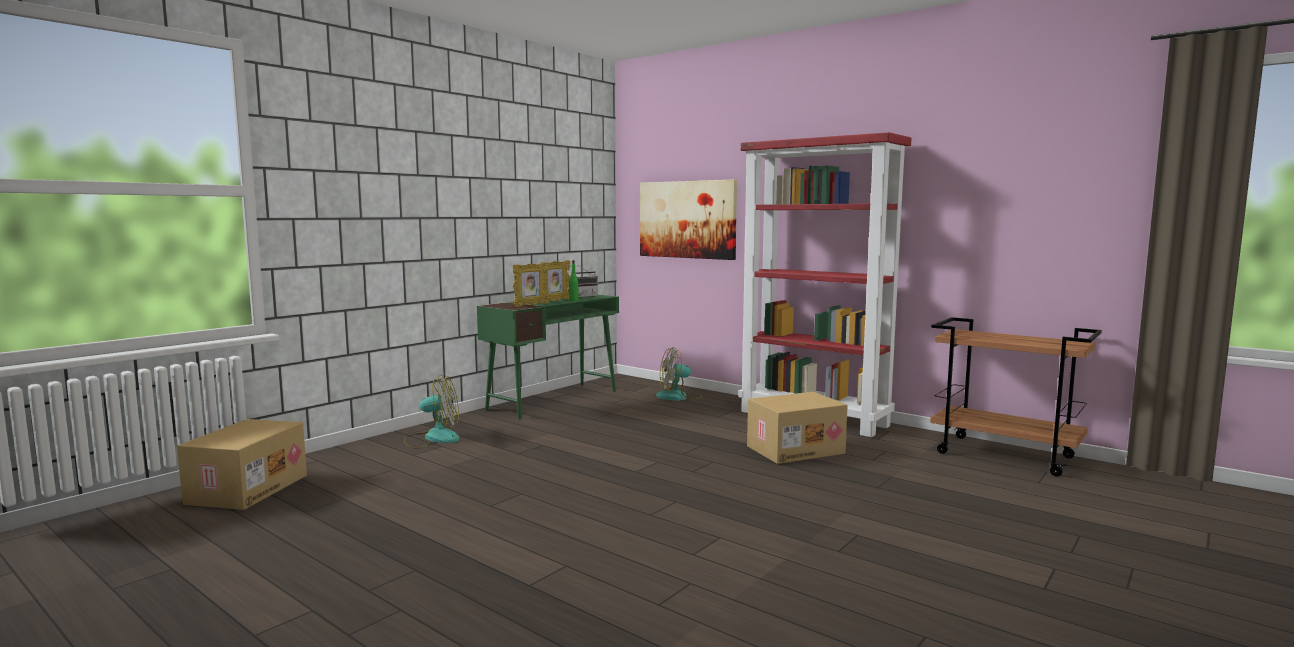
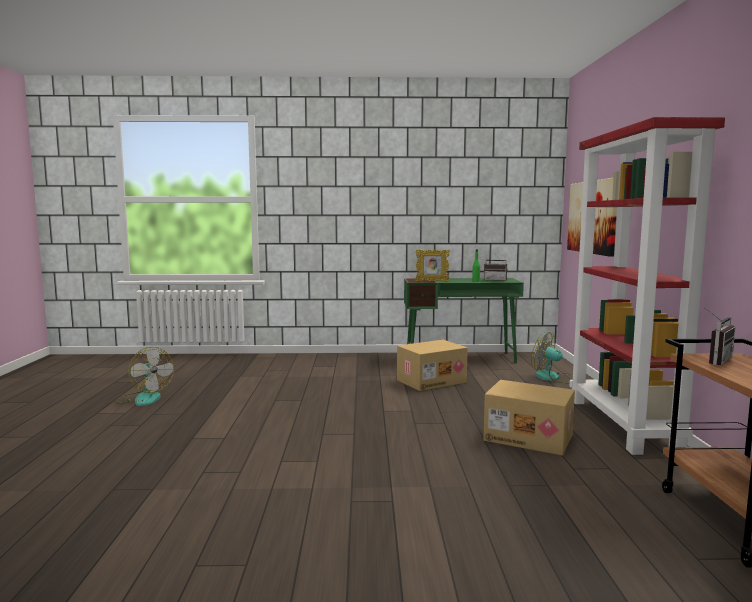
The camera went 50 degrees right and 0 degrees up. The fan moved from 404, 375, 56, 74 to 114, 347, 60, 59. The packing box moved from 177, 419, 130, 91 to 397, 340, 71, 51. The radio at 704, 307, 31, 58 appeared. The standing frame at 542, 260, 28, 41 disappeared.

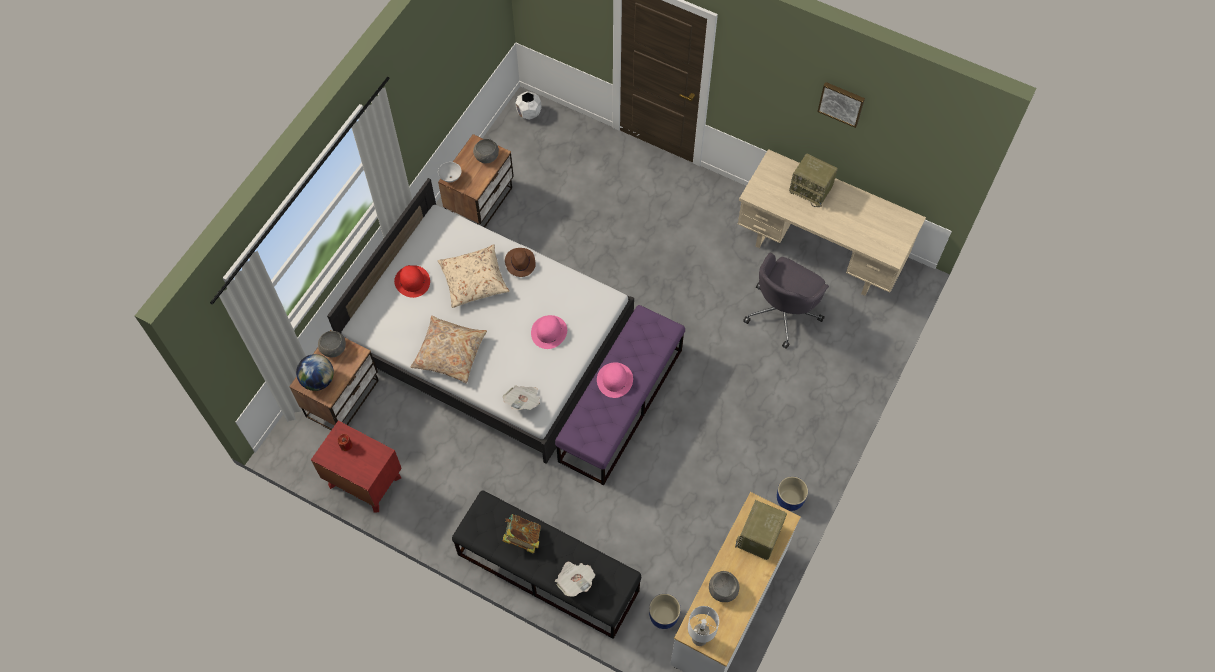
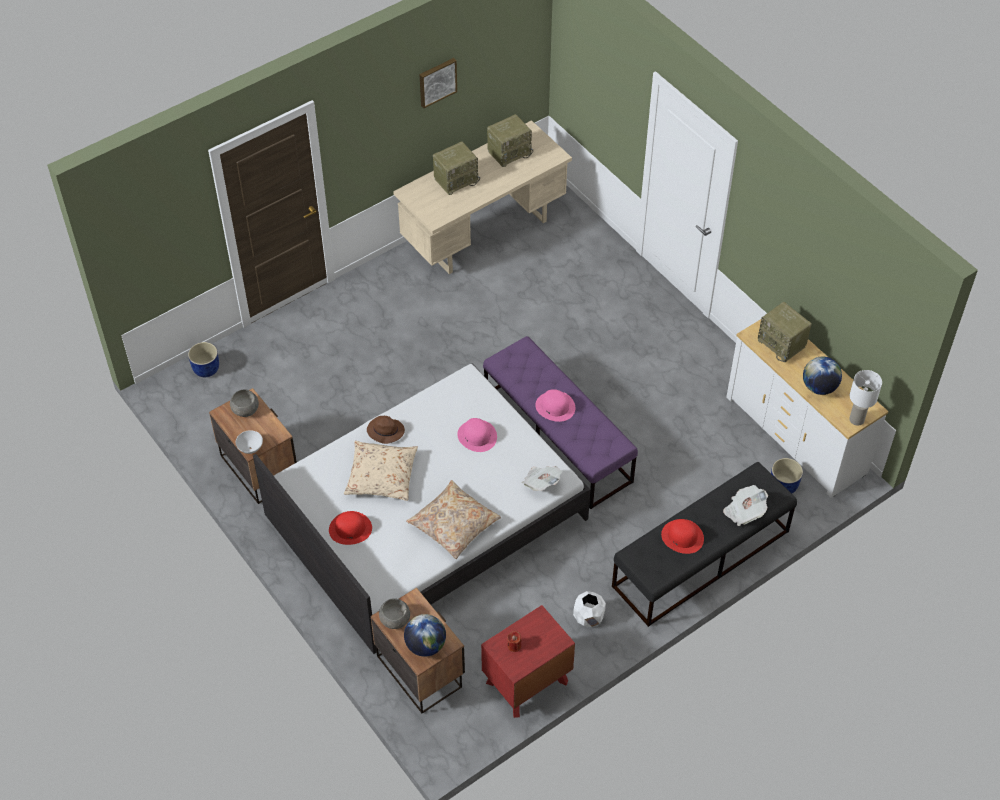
The camera went 65 degrees left and 10 degrees down. The planter (blue) moved from 777, 476, 31, 35 to 188, 342, 31, 35. The radio at 487, 114, 46, 53 appeared. The planter (whitish) moved from 516, 91, 26, 29 to 573, 591, 33, 36. The book at 503, 514, 38, 40 was replaced by the hat (reddish) at 661, 519, 43, 35. The deep dish (greyish) at 709, 571, 30, 31 was replaced by the desk globe at 803, 356, 39, 39. The office chair (greyish) at 743, 253, 86, 96 disappeared.

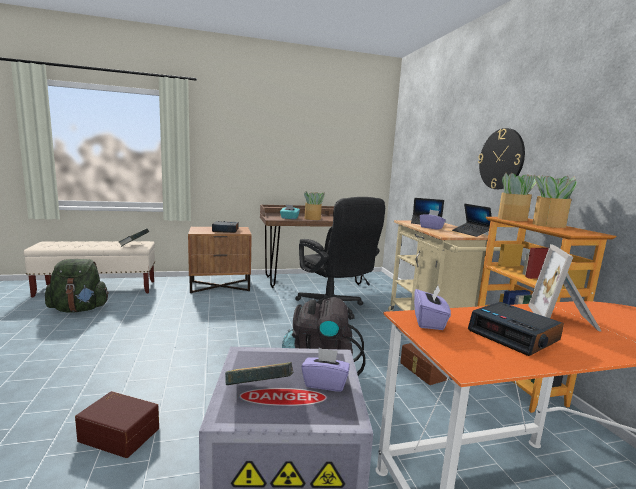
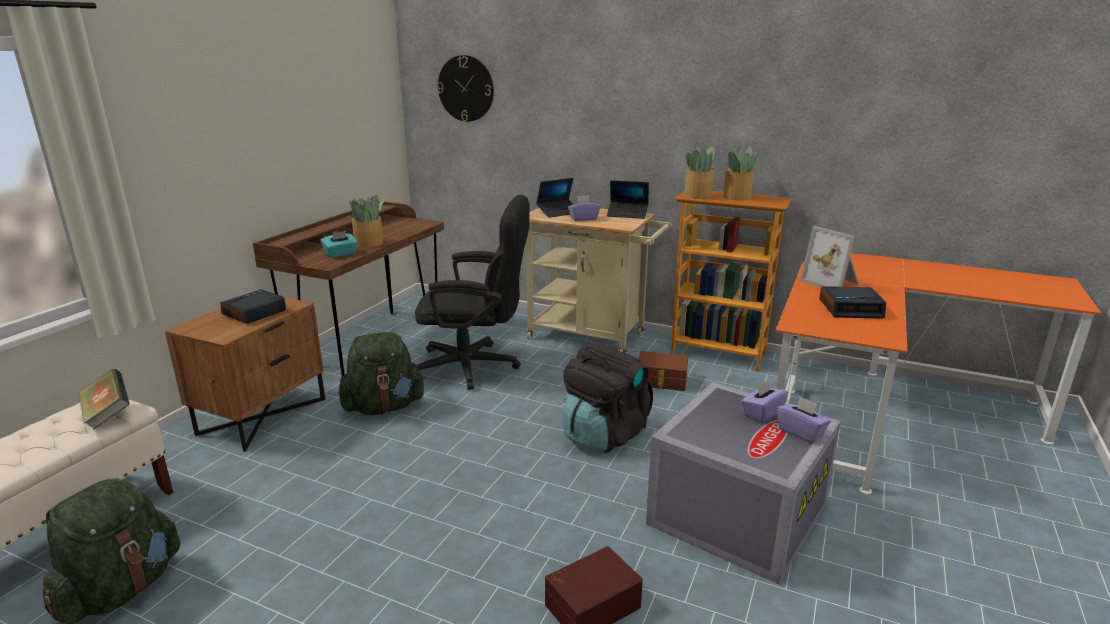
The camera went 50 degrees left and 10 degrees up. The backpack (green) at 338, 332, 87, 83 appeared. The wall clock moved from 478, 128, 47, 61 to 437, 55, 57, 67. The box of tissues (purplish) moved from 414, 285, 37, 45 to 776, 396, 55, 47. The book at 225, 362, 68, 23 disappeared.

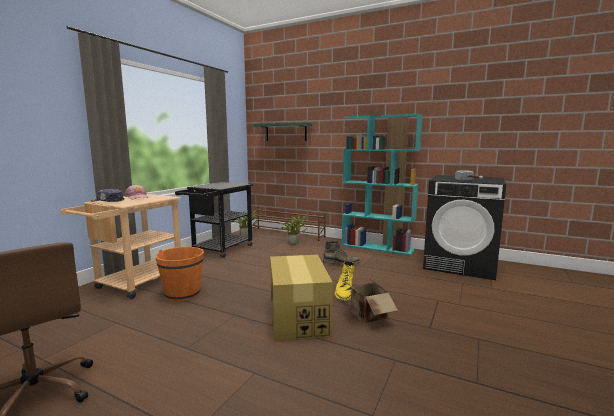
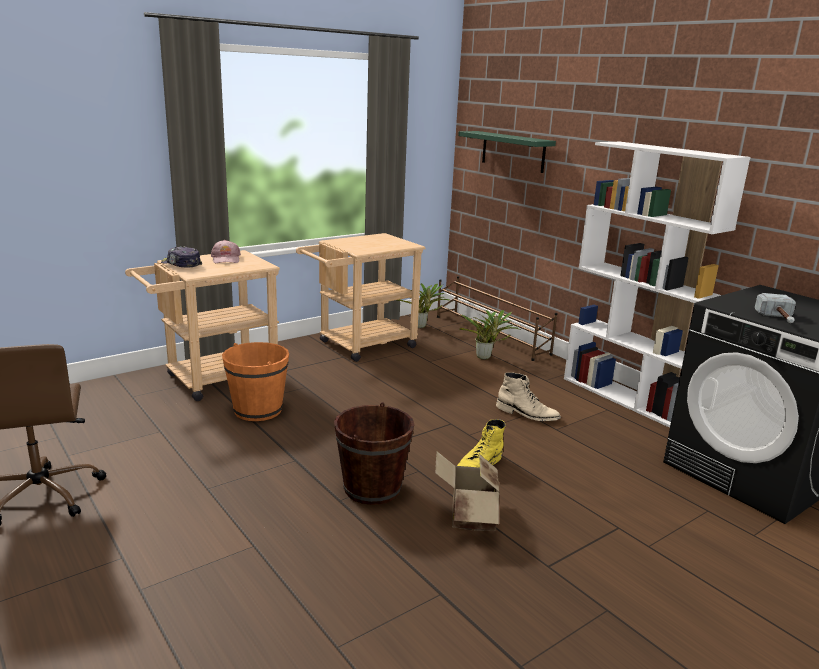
The camera went 25 degrees right and 10 degrees up. The wheeled cart (black-coloured) at 175, 182, 78, 76 became the wheeled cart (beige) at 296, 233, 130, 129. The packing box at 270, 255, 63, 86 was replaced by the bucket (brown-coloured) at 334, 402, 80, 103. The boot (green) at 323, 241, 37, 23 became the boot (beige) at 496, 372, 65, 49. The bookshelf (blue-green) at 342, 114, 81, 141 became the bookshelf (whitish) at 564, 142, 187, 286.

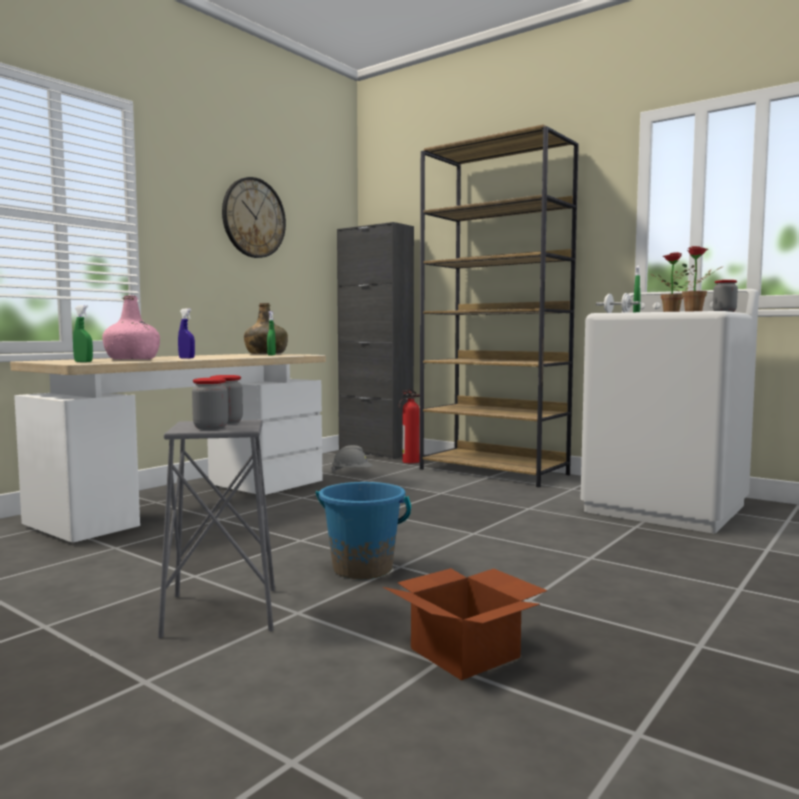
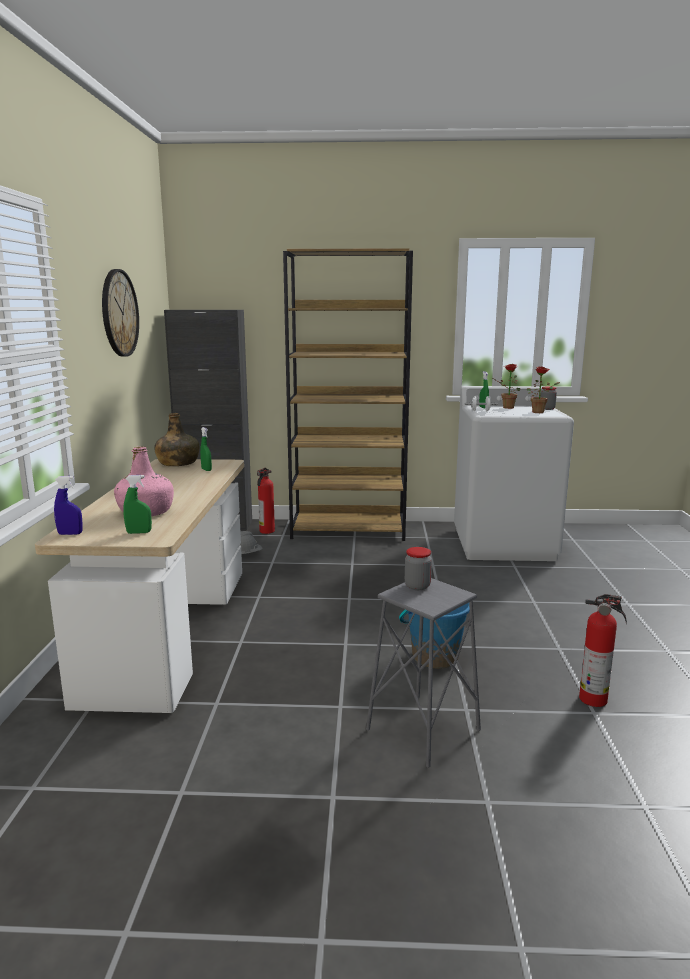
The camera went 35 degrees left and 10 degrees up. The spray bottle (blue) moved from 178, 308, 17, 51 to 54, 476, 29, 59. The packing box at 383, 568, 165, 112 was replaced by the fire extinguisher at 579, 594, 48, 113. The preserve jar at 192, 378, 36, 52 disappeared.

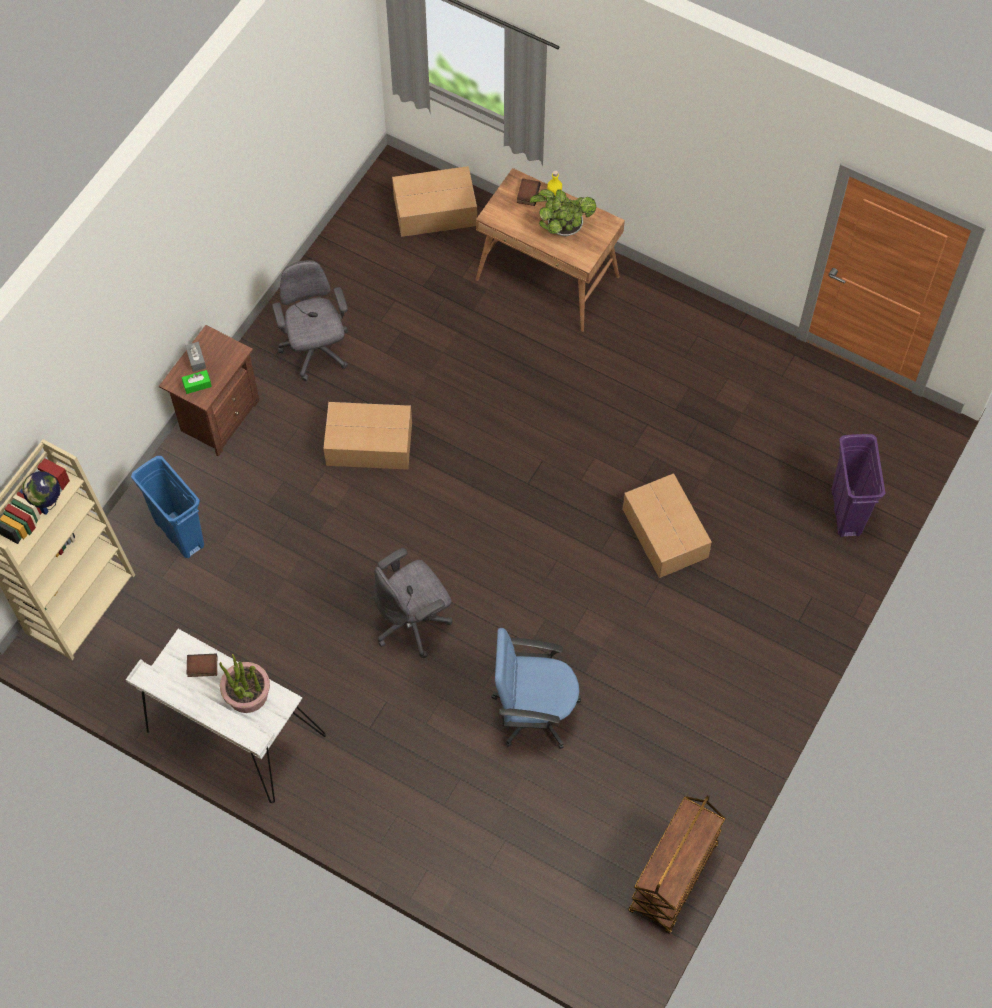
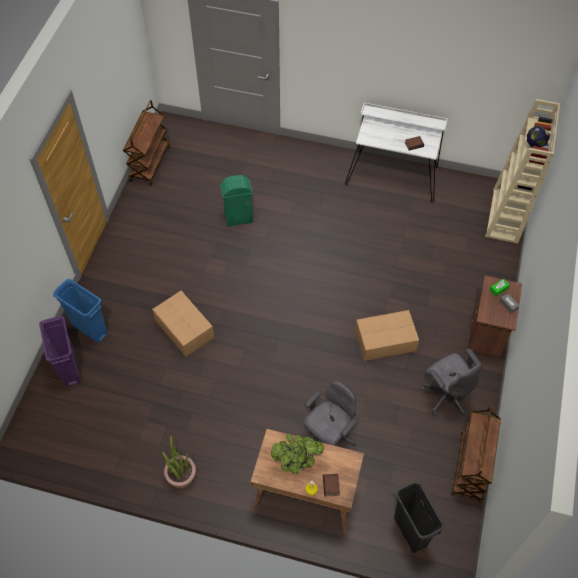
The camera went 165 degrees right and 5 degrees down. The waste bin (blue) moved from 131, 456, 73, 102 to 53, 279, 54, 64. The houseplant moved from 220, 654, 50, 59 to 162, 436, 34, 52. The office chair (blue) at 491, 628, 90, 121 was replaced by the waste bin (green) at 220, 175, 33, 52. The office chair (greyish) moved from 373, 548, 79, 110 to 303, 381, 55, 65. The packing box at 392, 166, 85, 71 was replaced by the waste bin (black-coloured) at 394, 481, 51, 72. The wheeled cart (brown-coloured) at 451, 406, 50, 96 appeared.

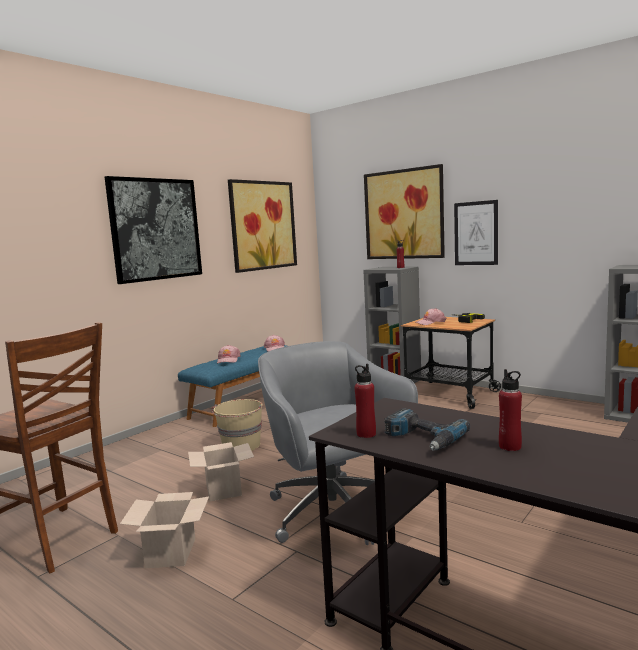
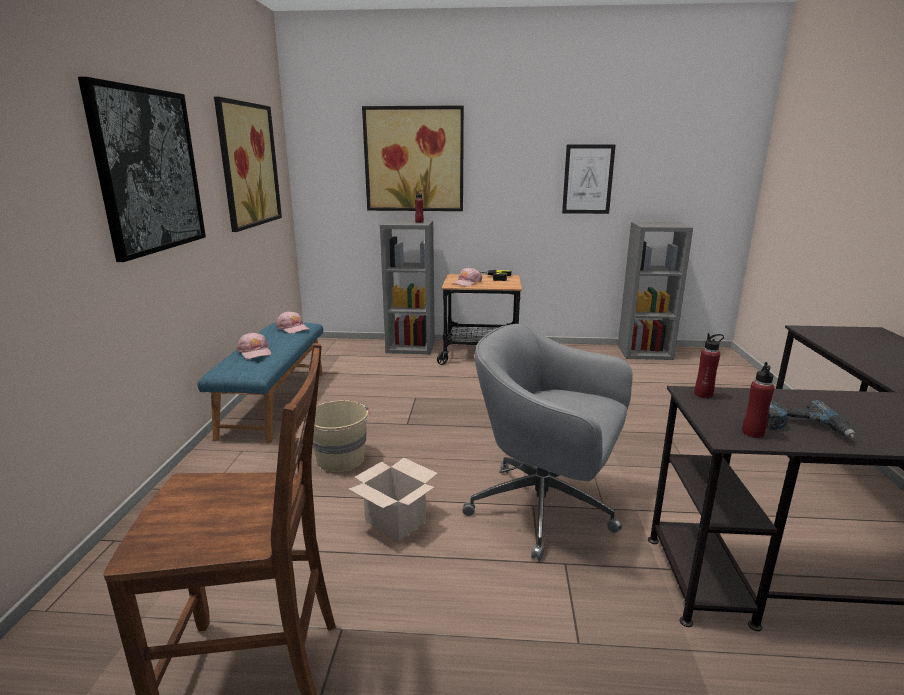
The camera went 35 degrees left and 10 degrees up. The wall picture moved from 454, 200, 44, 65 to 562, 144, 54, 70. The bottle (reddish) moved from 499, 369, 23, 82 to 694, 333, 30, 65. The packing box at 120, 492, 89, 76 disappeared.

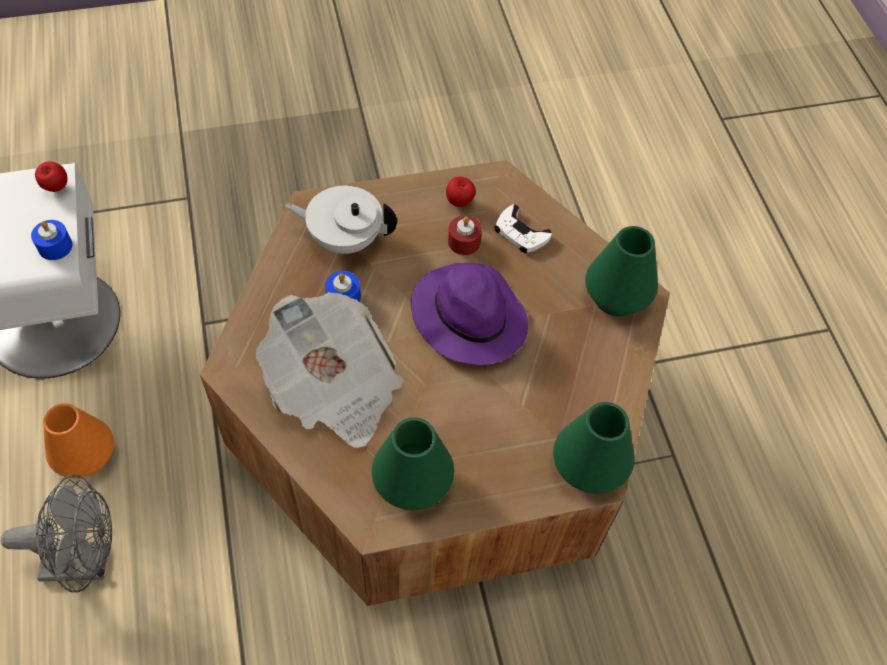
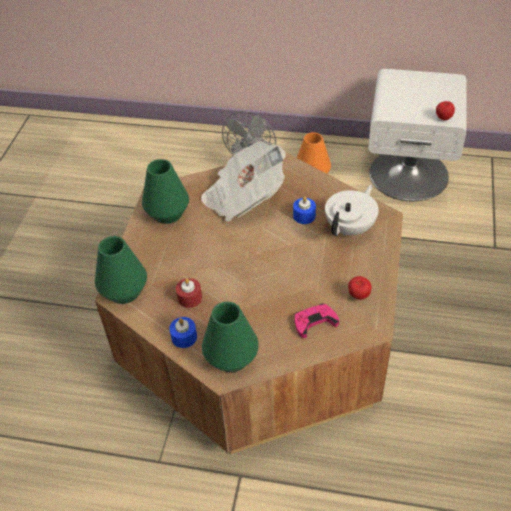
The camera went 120 degrees right and 10 degrees down. The candle (blue) moved from 31, 220, 42, 40 to 169, 317, 28, 31. The candle (reddish) moved from 448, 216, 34, 39 to 176, 278, 26, 30. The gamepad (whitish) at 494, 204, 58, 49 became the gamepad (pink-coloured) at 294, 303, 45, 35. The hat (purplish) at 411, 263, 117, 102 disappeared.

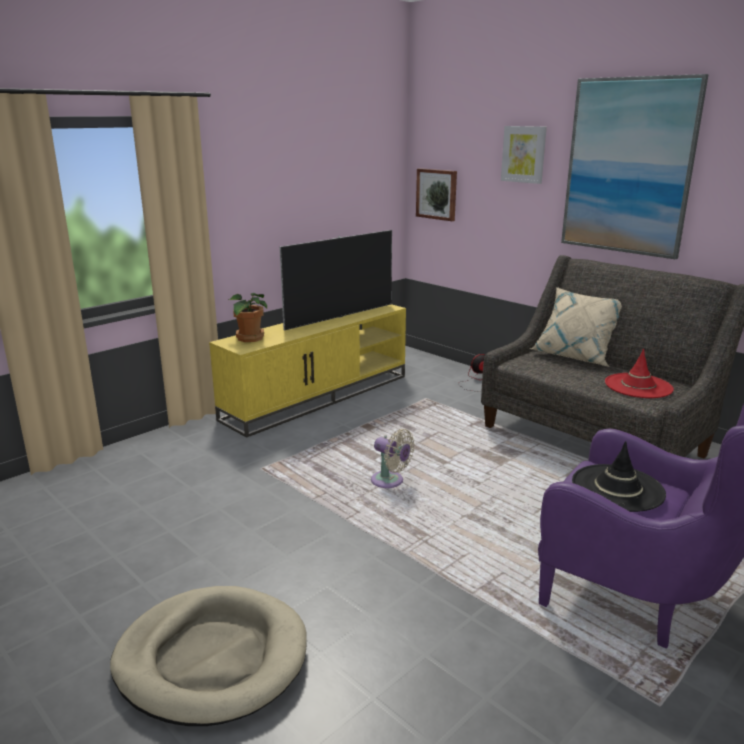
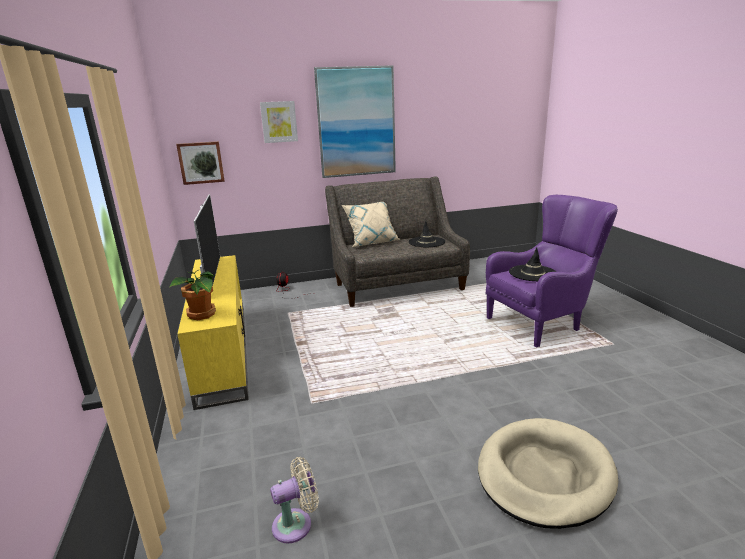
The camera went 60 degrees left and 0 degrees up. The fan (beige) moved from 371, 429, 44, 59 to 270, 457, 49, 87. The hat (reddish) at 605, 348, 69, 50 became the hat (black-coloured) at 408, 221, 37, 26.

